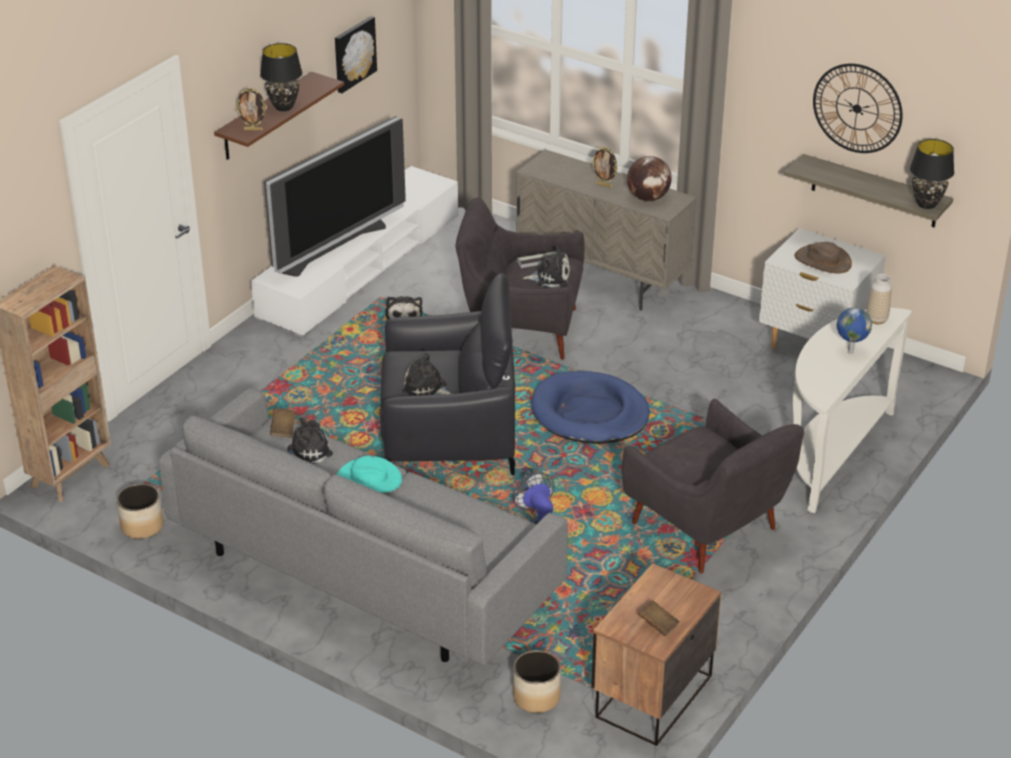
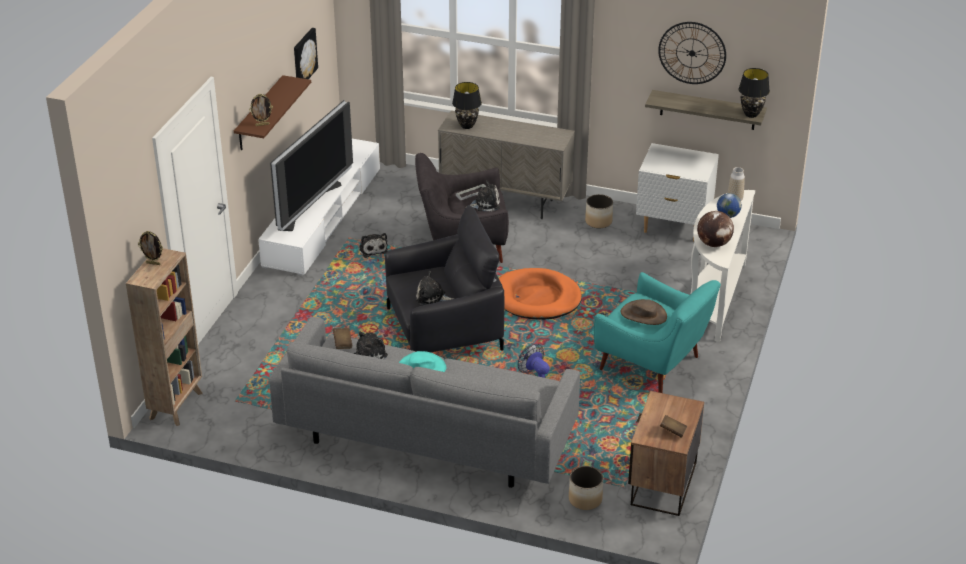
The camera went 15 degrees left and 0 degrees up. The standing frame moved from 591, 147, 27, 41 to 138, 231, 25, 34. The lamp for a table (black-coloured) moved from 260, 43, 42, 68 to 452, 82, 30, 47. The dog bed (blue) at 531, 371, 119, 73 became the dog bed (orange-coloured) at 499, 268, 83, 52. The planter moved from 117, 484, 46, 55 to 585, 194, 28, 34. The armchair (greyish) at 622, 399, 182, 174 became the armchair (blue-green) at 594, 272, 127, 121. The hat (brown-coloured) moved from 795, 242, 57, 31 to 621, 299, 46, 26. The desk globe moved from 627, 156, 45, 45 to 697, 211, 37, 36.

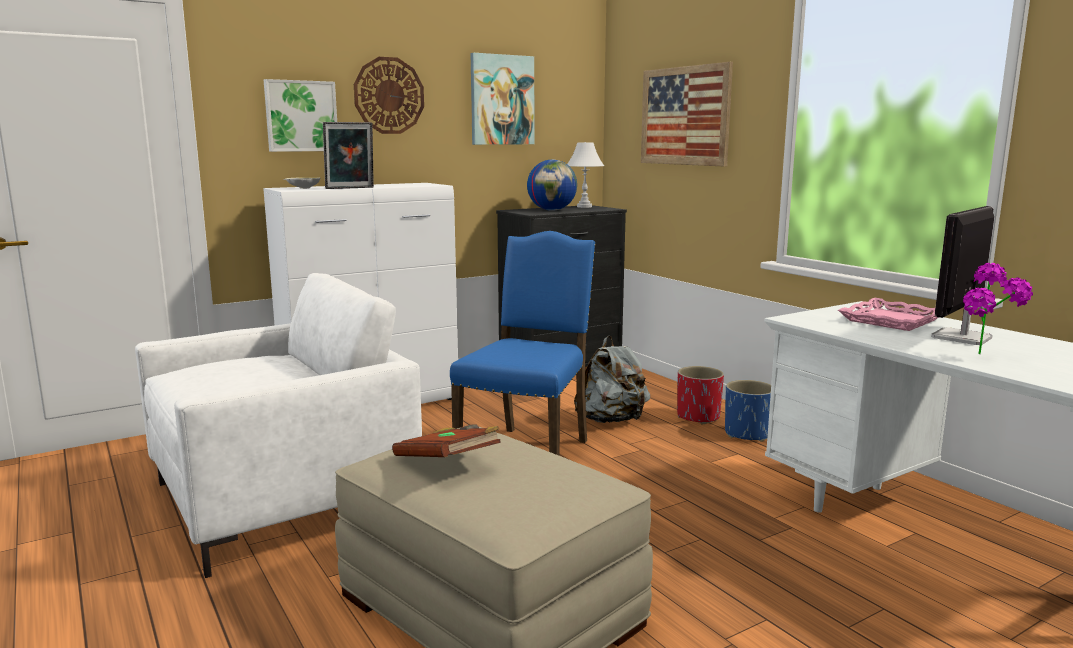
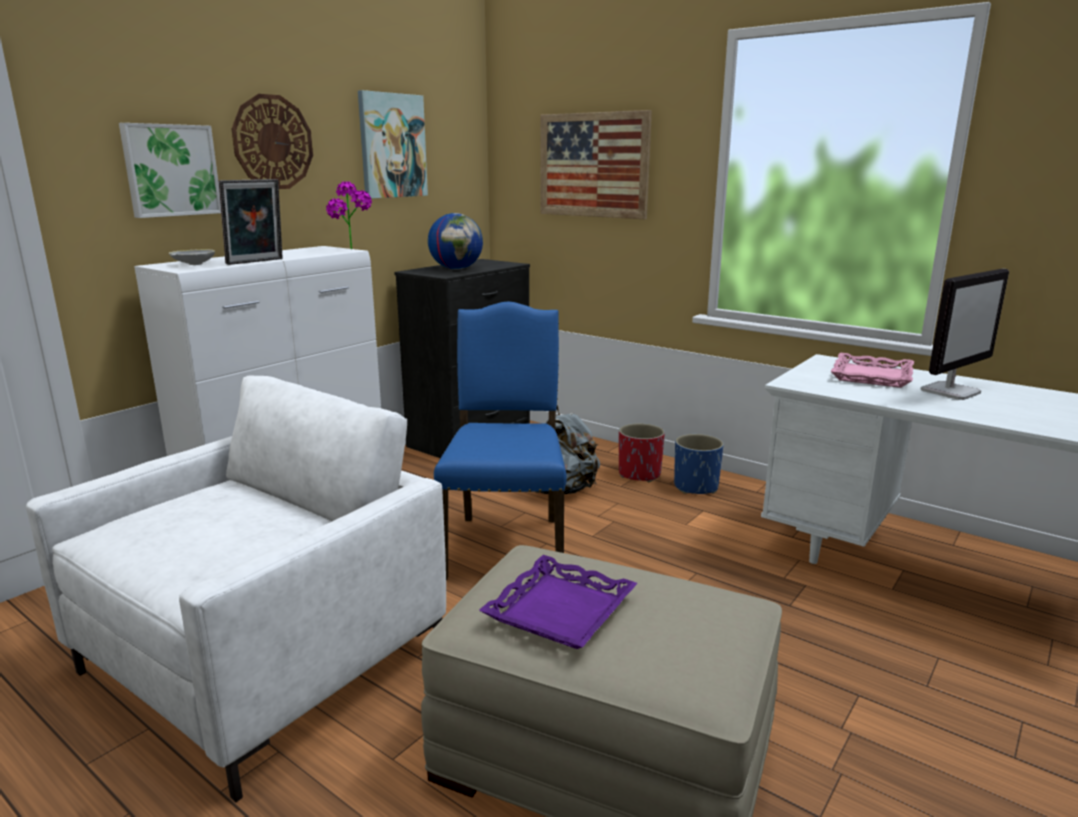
The camera went 20 degrees left and 5 degrees up. The houseplant moved from 963, 263, 70, 91 to 326, 182, 46, 67. The book (brown-coloured) at 392, 424, 109, 33 was replaced by the tray (purplish) at 479, 555, 159, 94. The monitor at 931, 206, 63, 139 turned 150 degrees counterclockwise. The lamp for a table (whitish) at 567, 142, 37, 66 disappeared.

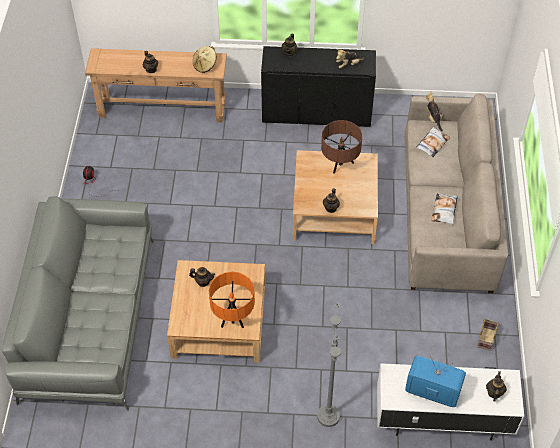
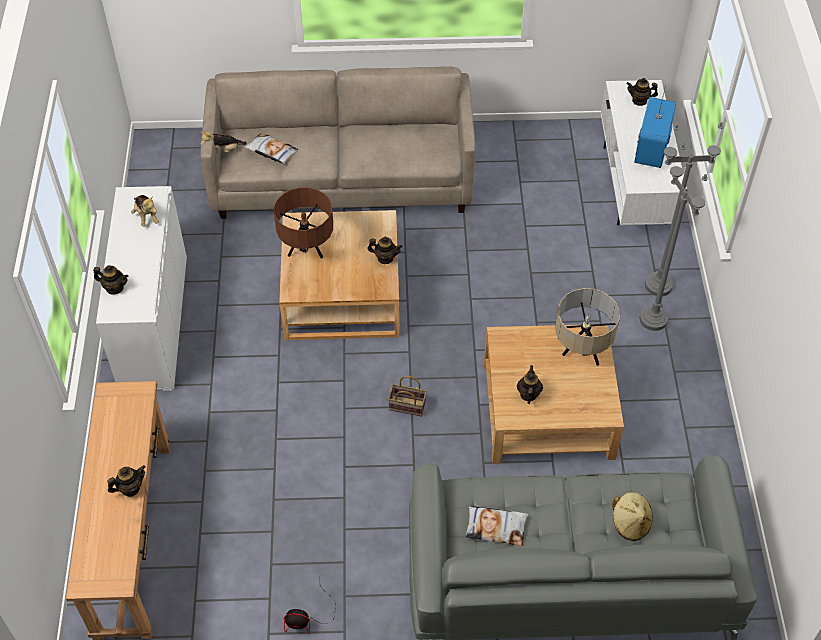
The camera went 95 degrees left and 0 degrees up. The storage cabinet (black-coloured) at 261, 46, 115, 81 became the storage cabinet (whitish) at 96, 186, 91, 205. The storage basket moved from 477, 319, 22, 32 to 388, 376, 39, 41. The pillow moved from 431, 194, 27, 31 to 465, 506, 63, 40. The lamp for a table (orange-coloured) at 209, 272, 46, 56 became the lamp for a table (beige) at 555, 288, 65, 78. The hat (beige) moved from 193, 46, 23, 27 to 612, 492, 41, 49. The floor lamp (greyish) at 640, 143, 68, 188 appeared.

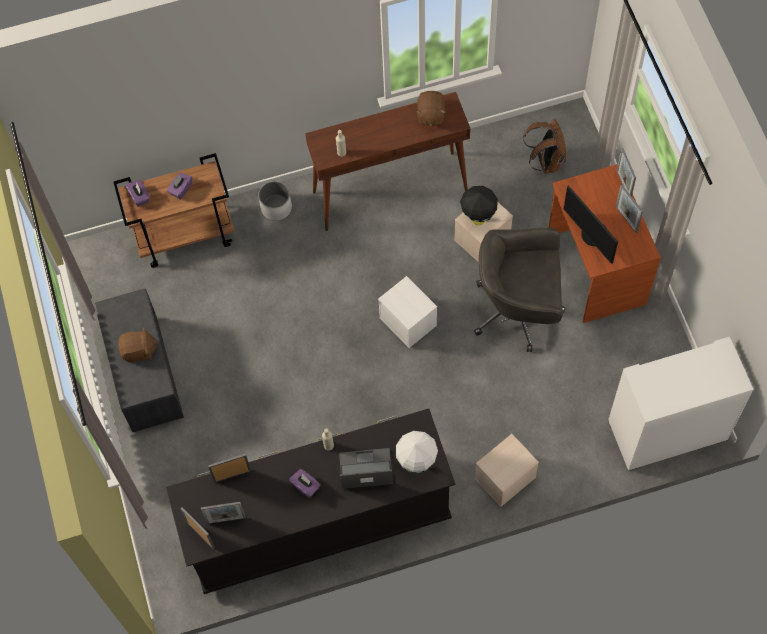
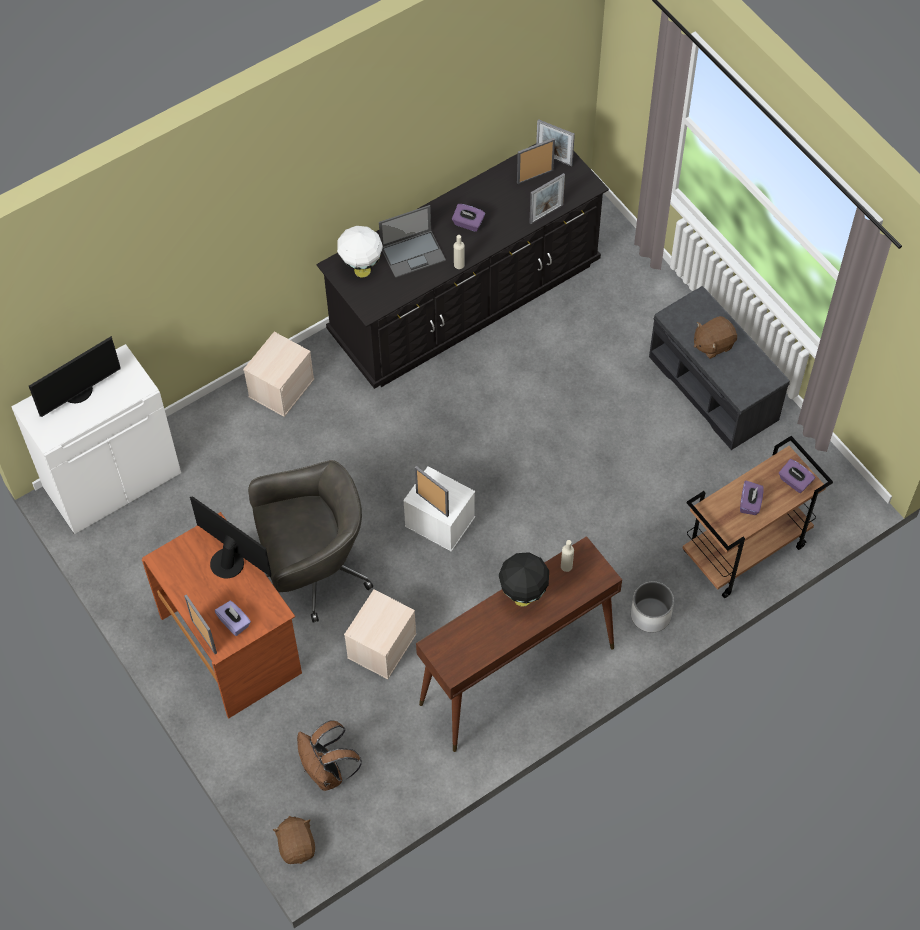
The camera went 160 degrees right and 5 degrees down. The monitor at 29, 336, 92, 81 appeared. The box of tissues (purplish) at 214, 601, 37, 35 appeared. The cuddly toy (brown-coloured) moved from 416, 91, 30, 36 to 273, 816, 42, 48. The standing frame moved from 616, 185, 27, 48 to 415, 466, 34, 51. The lamp for a table (black-coloured) moved from 460, 186, 38, 39 to 499, 552, 50, 55.

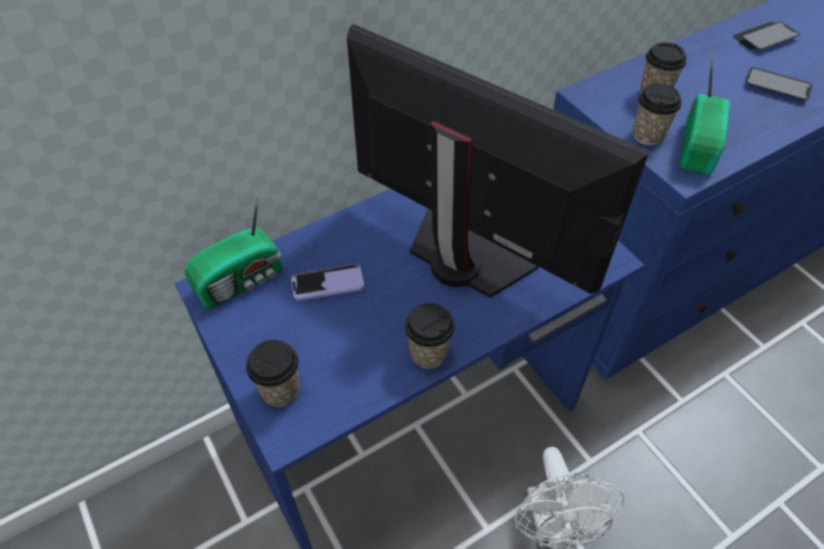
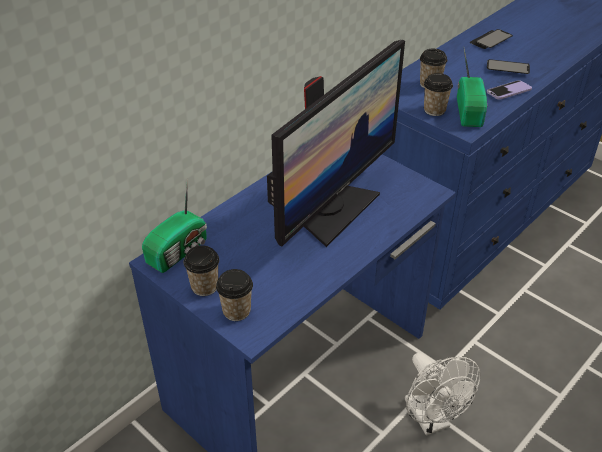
The camera went 15 degrees left and 10 degrees down. The cup moved from 405, 303, 50, 66 to 184, 245, 35, 51. The monitor at 347, 24, 303, 274 turned 105 degrees clockwise. The phone moved from 291, 264, 73, 37 to 487, 80, 45, 20.

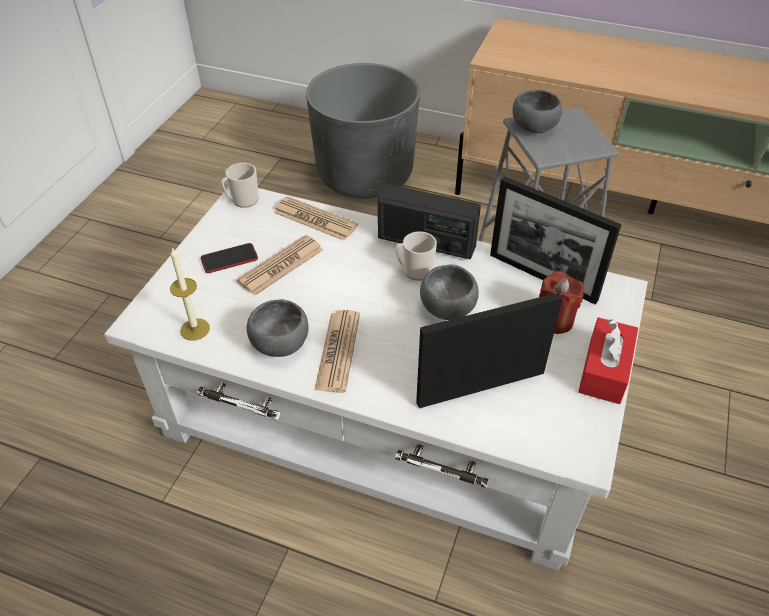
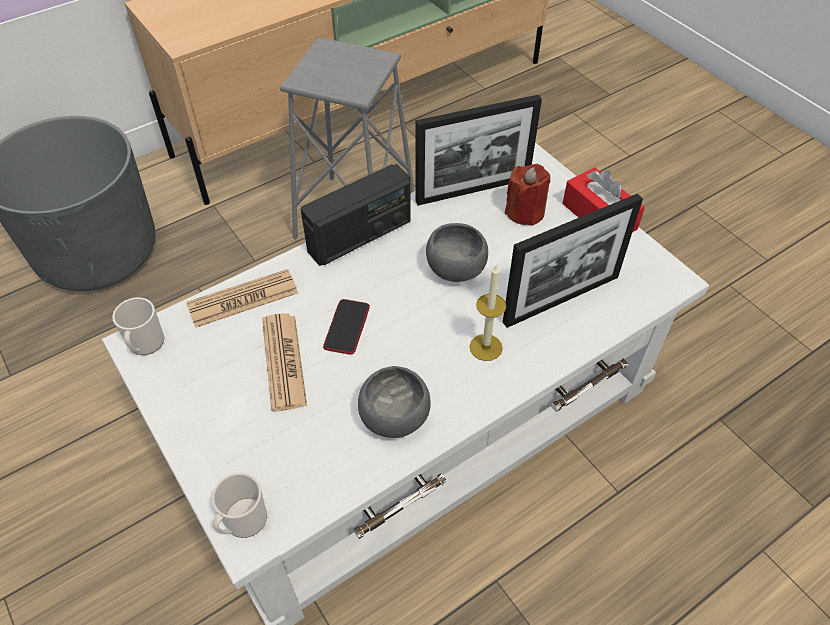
The camera went 55 degrees left and 5 degrees up. The mug moved from 395, 231, 42, 50 to 212, 473, 55, 65. The phone moved from 200, 243, 58, 30 to 323, 299, 47, 56. The candle moved from 170, 248, 40, 93 to 470, 265, 36, 96. The standing frame at 416, 293, 147, 115 turned 135 degrees counterclockwise. The daily paper at 314, 310, 46, 83 disappeared. The deep dish (greyish) at 512, 90, 50, 43 disappeared.

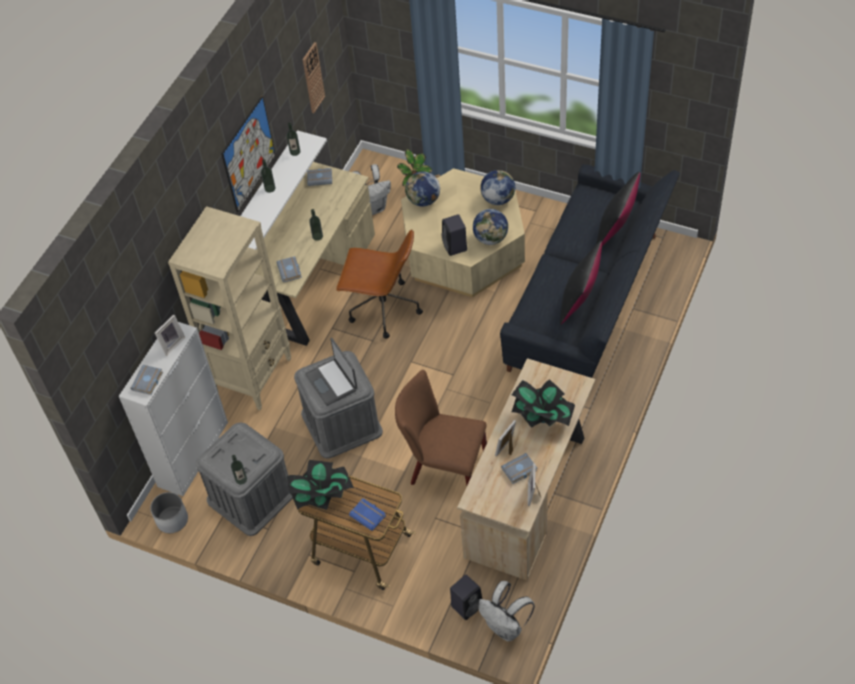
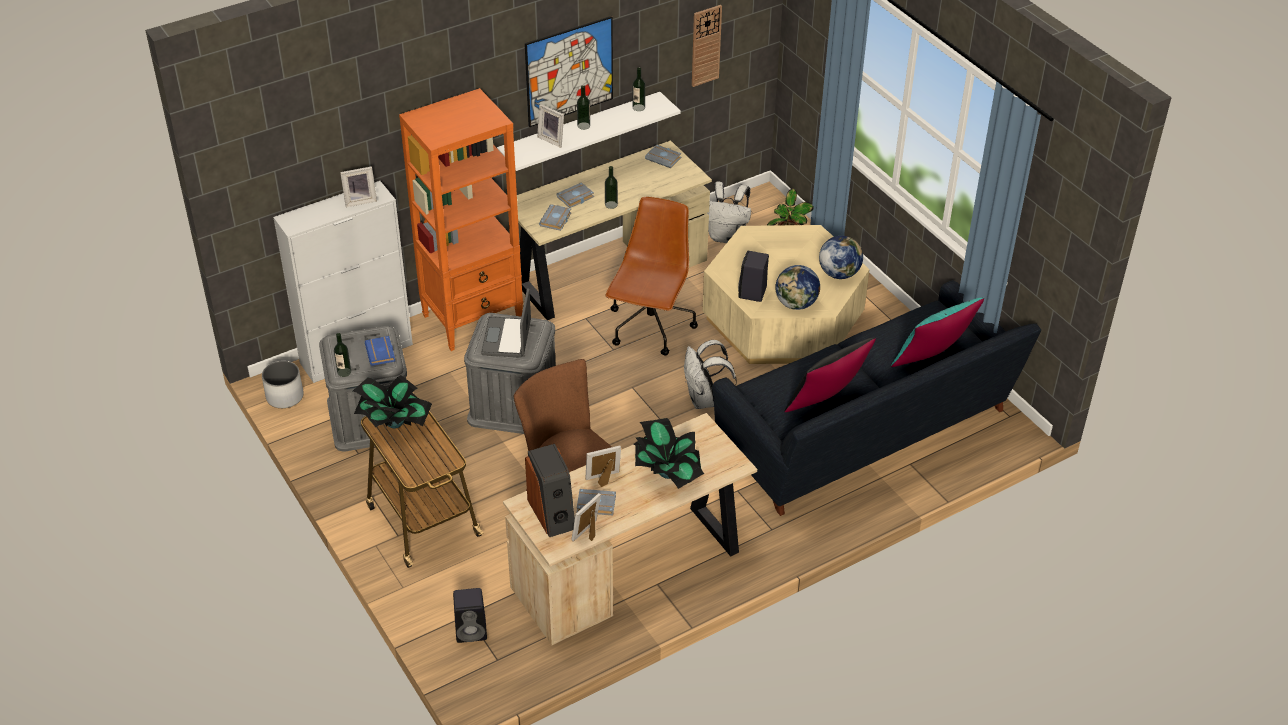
The camera went 30 degrees right and 10 degrees down. The book (blue) moved from 349, 498, 37, 33 to 365, 336, 30, 30. The bookshelf (beige) at 168, 206, 123, 204 became the bookshelf (orange-coloured) at 399, 88, 124, 263. The loudspeaker at 525, 444, 50, 93 appeared. The standing frame at 537, 104, 27, 44 appeared. The book (greyish) moved from 130, 365, 33, 30 to 556, 182, 38, 26. The office chair (brown-coloured) at 336, 230, 87, 108 turned 120 degrees counterclockwise. The backpack (whitish) moved from 478, 581, 57, 60 to 684, 340, 53, 69. The pillow (black-coloured) at 596, 171, 44, 75 became the pillow (blue-green) at 891, 297, 93, 70. The desk globe at 405, 171, 35, 36 disappeared.

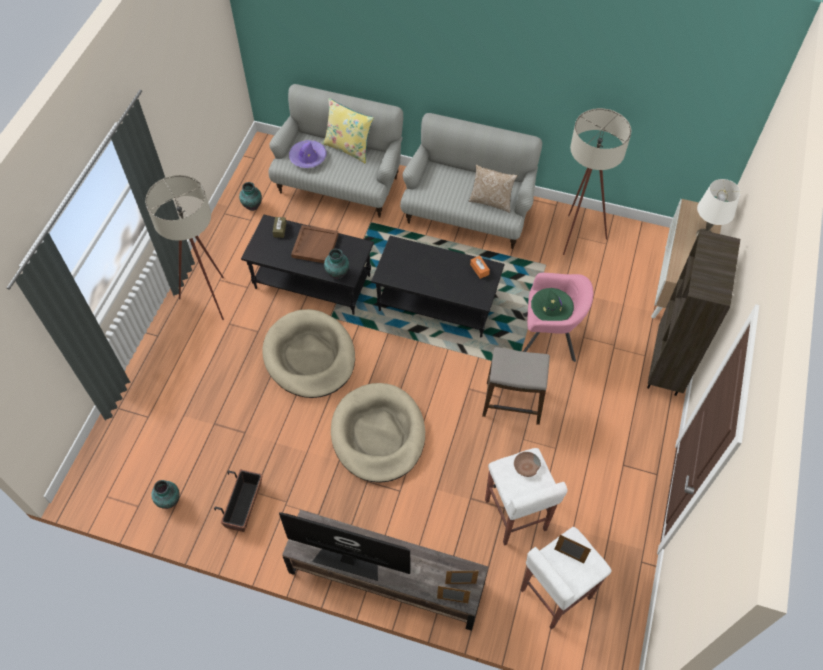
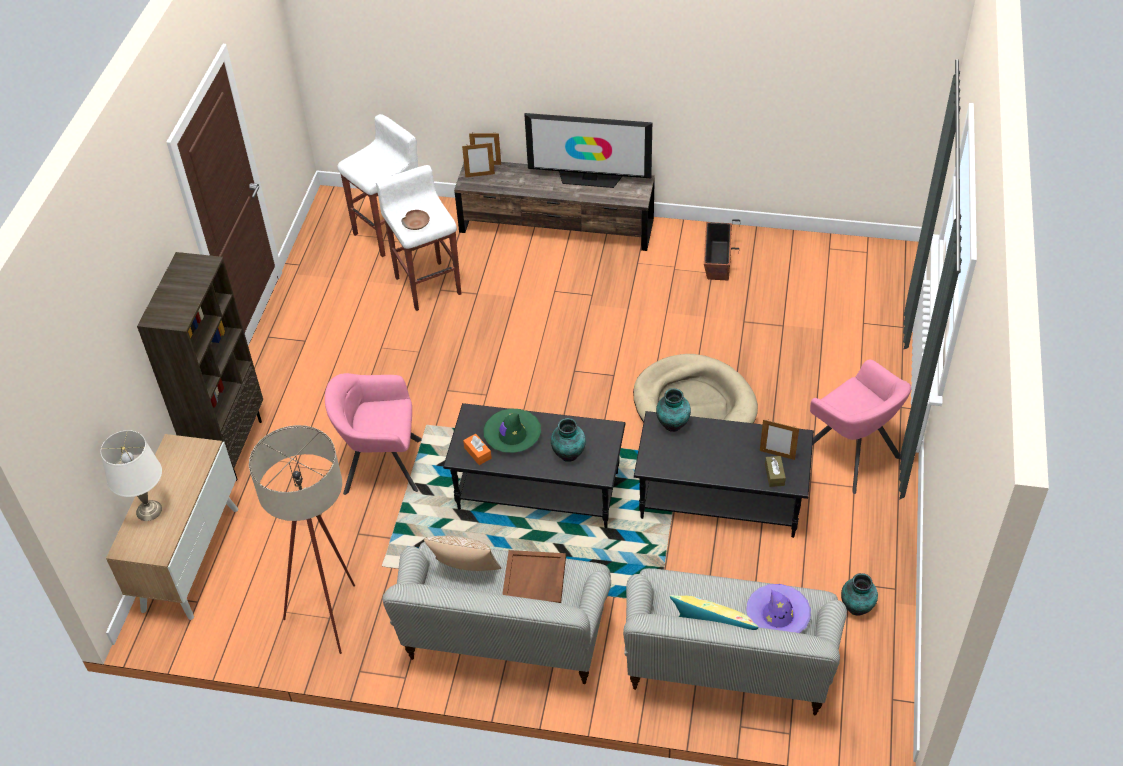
The camera went 175 degrees right and 10 degrees down. The hat (green) moved from 531, 288, 43, 33 to 483, 408, 58, 45. The tray (brown-coloured) moved from 291, 225, 48, 38 to 502, 550, 64, 53. The decorative vase moved from 151, 480, 29, 29 to 551, 418, 35, 44. The standing frame moved from 555, 535, 36, 28 to 760, 419, 39, 41. The floor lamp (beige) at 145, 175, 79, 145 was replaced by the armchair (pink-coloured) at 810, 359, 101, 135. The dog bed (beige) at 331, 383, 94, 100 disappeared. The stool seat at 482, 347, 68, 78 disappeared.

